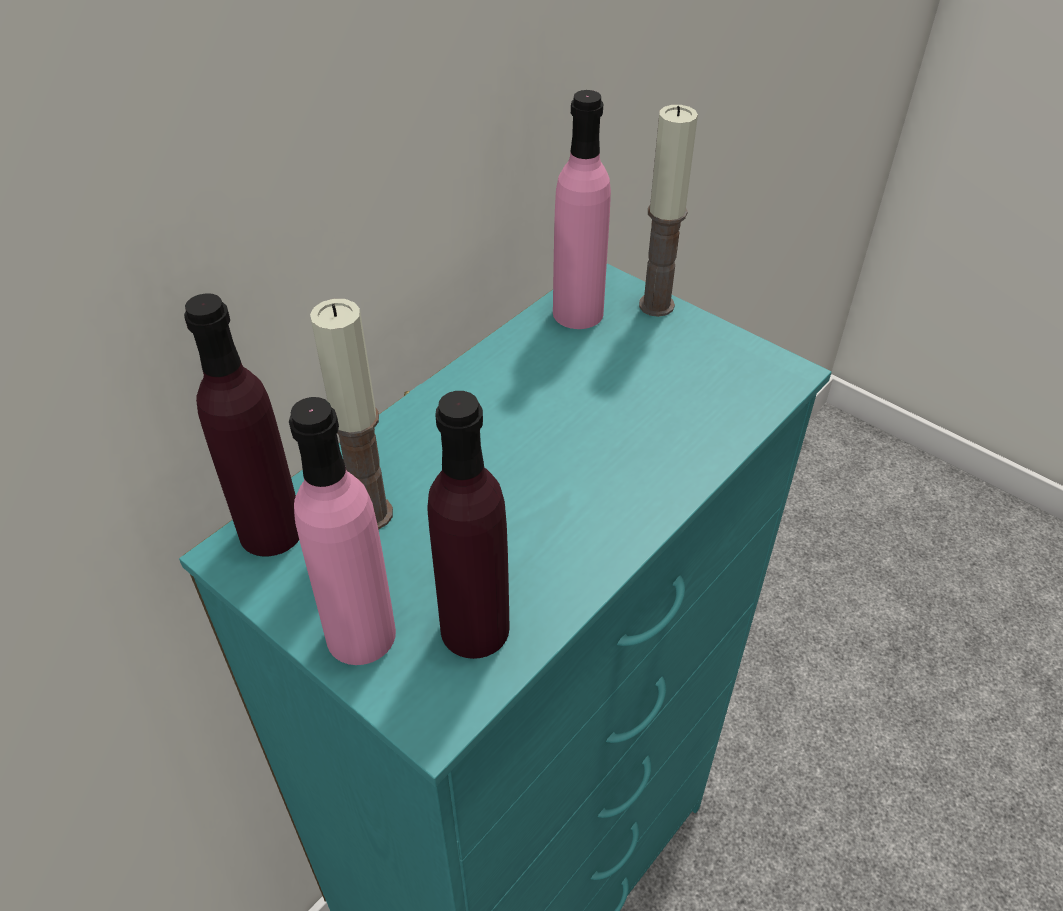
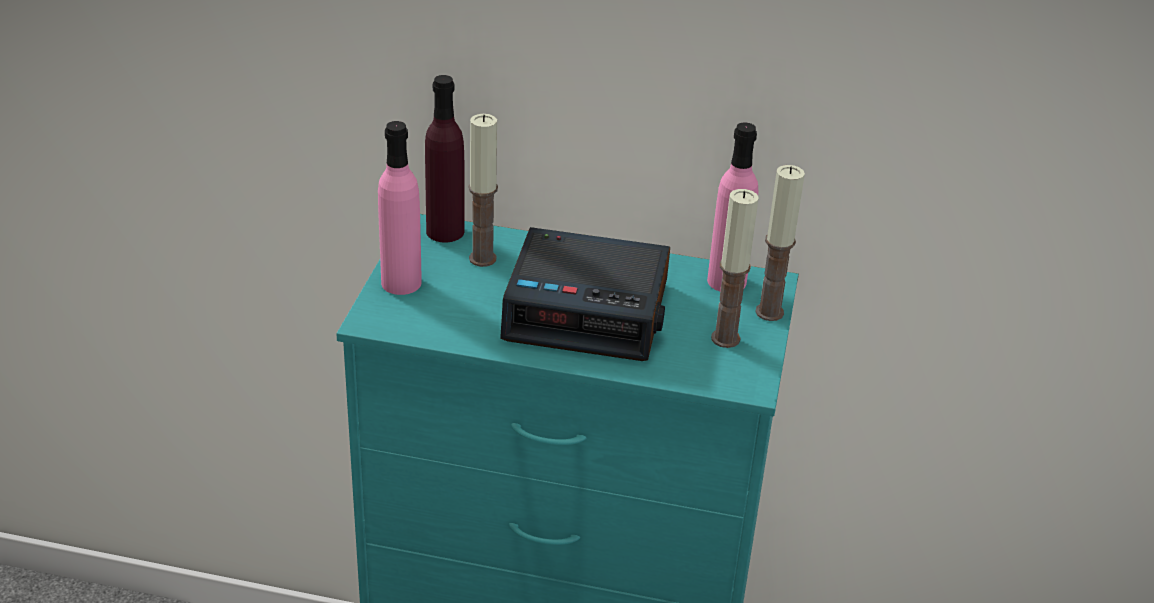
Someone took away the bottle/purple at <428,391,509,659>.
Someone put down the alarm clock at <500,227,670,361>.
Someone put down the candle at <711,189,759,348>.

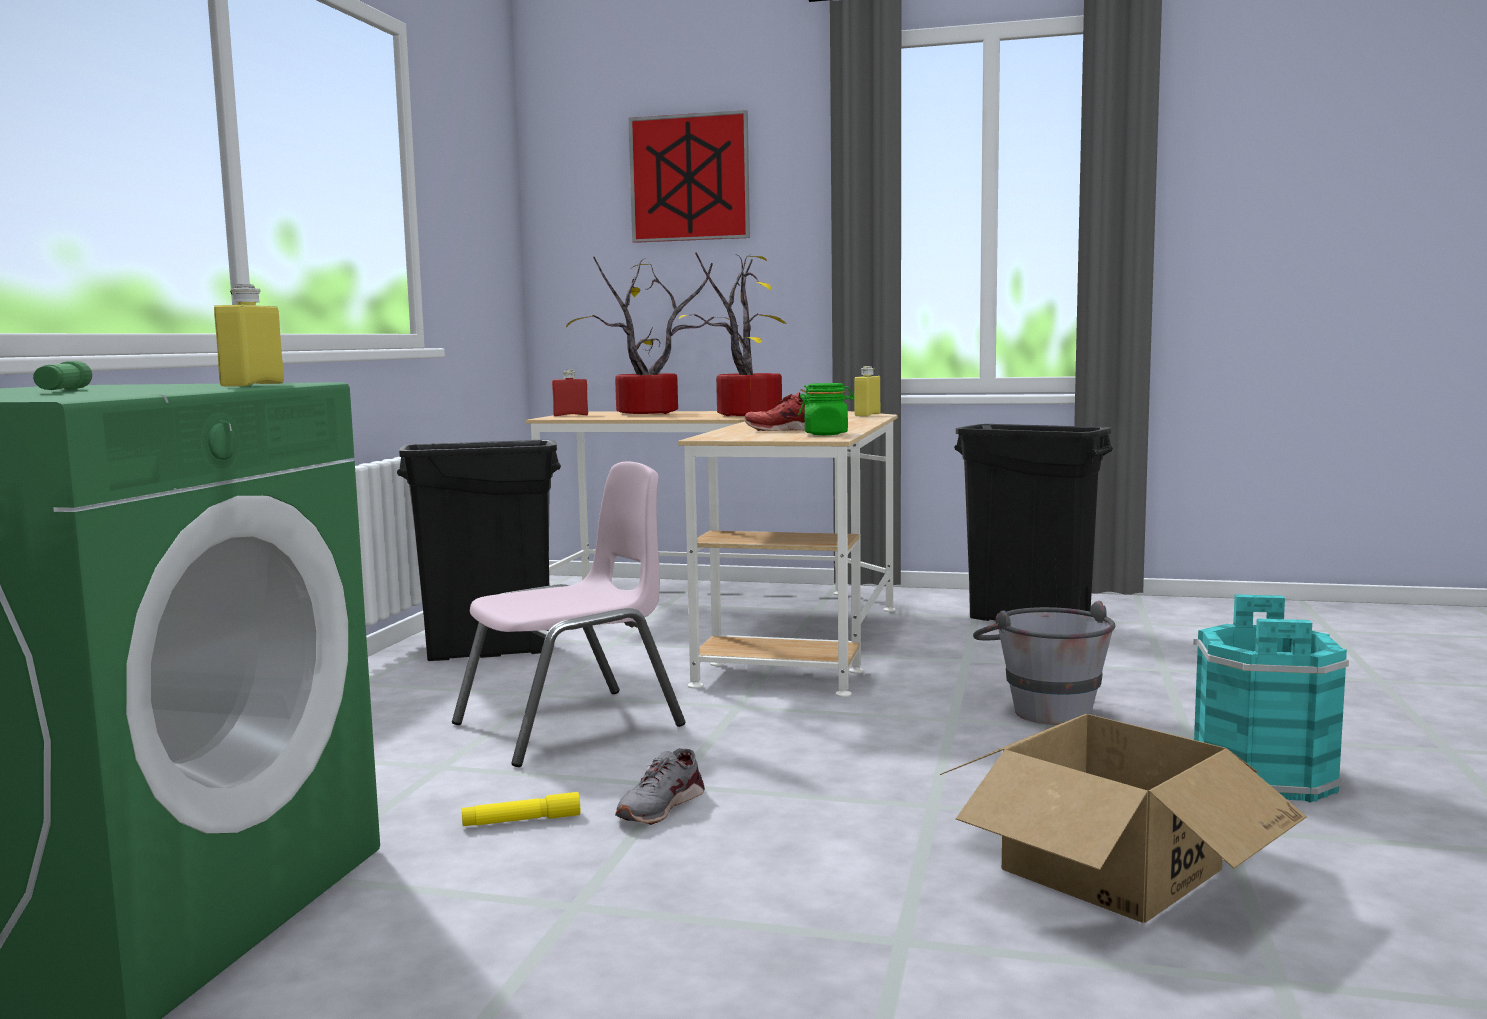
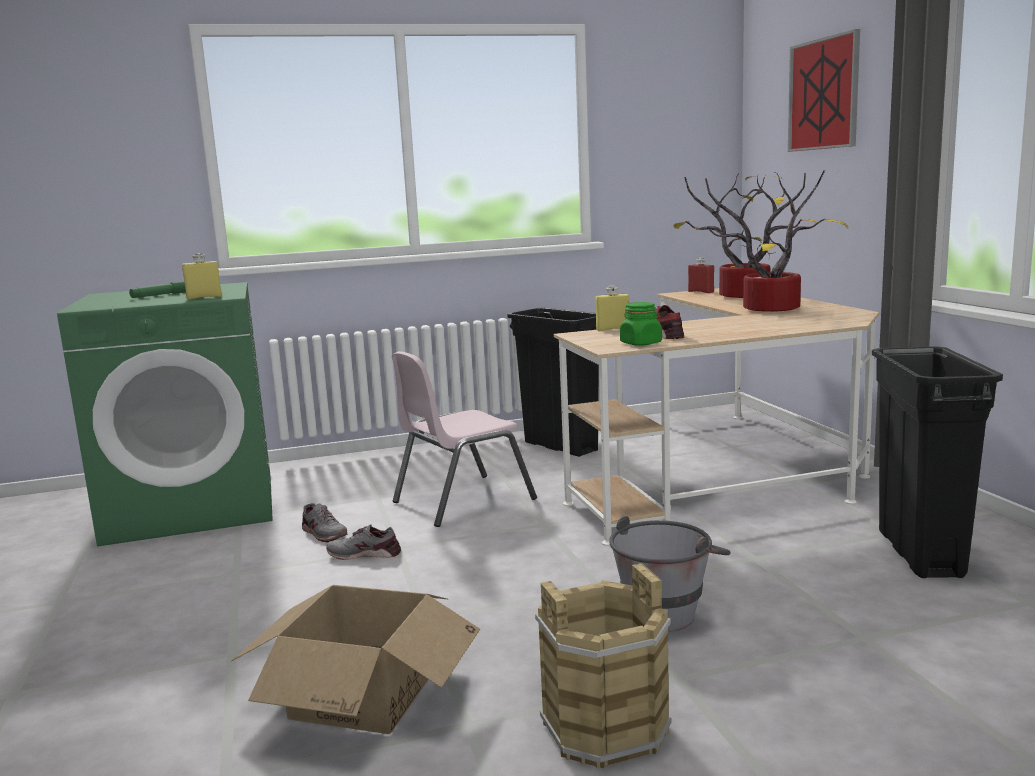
Someone rotated the chair/pink at <452,462,685,767> by 120 degrees clockwise.
Someone swapped the flashlight/yellow at <462,792,580,826> for the shoe/grey at <302,503,348,542>.
Someone carried the bottle/yellow from <854,366,881,416> to <595,286,629,331>.
Someone repainted the bucket/turquoise at <1193,594,1349,803>, which became the bucket/brown at <535,563,671,768>.

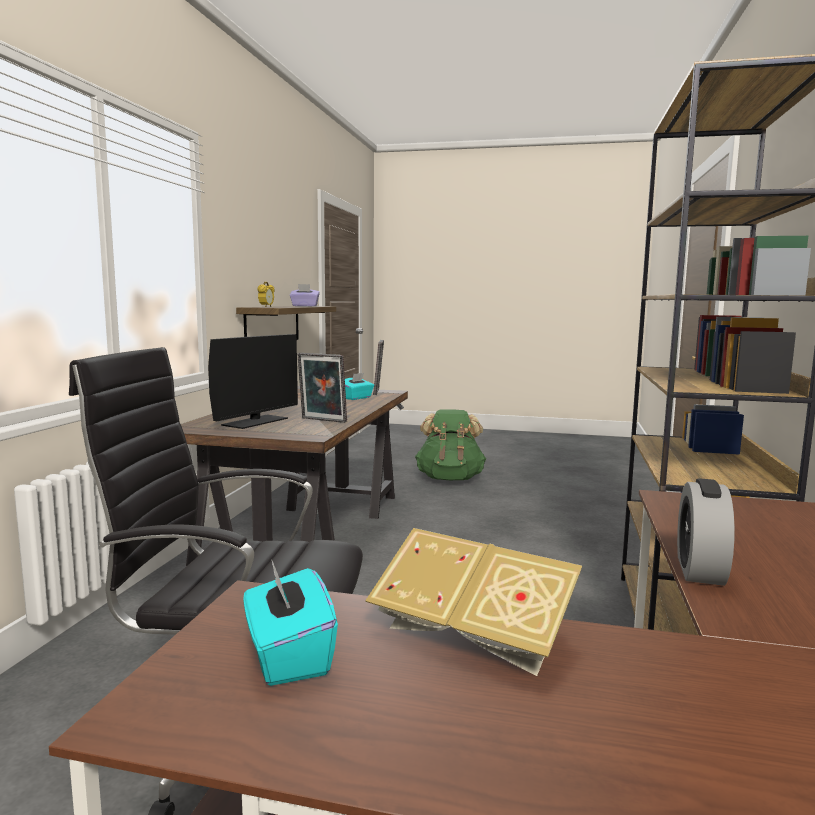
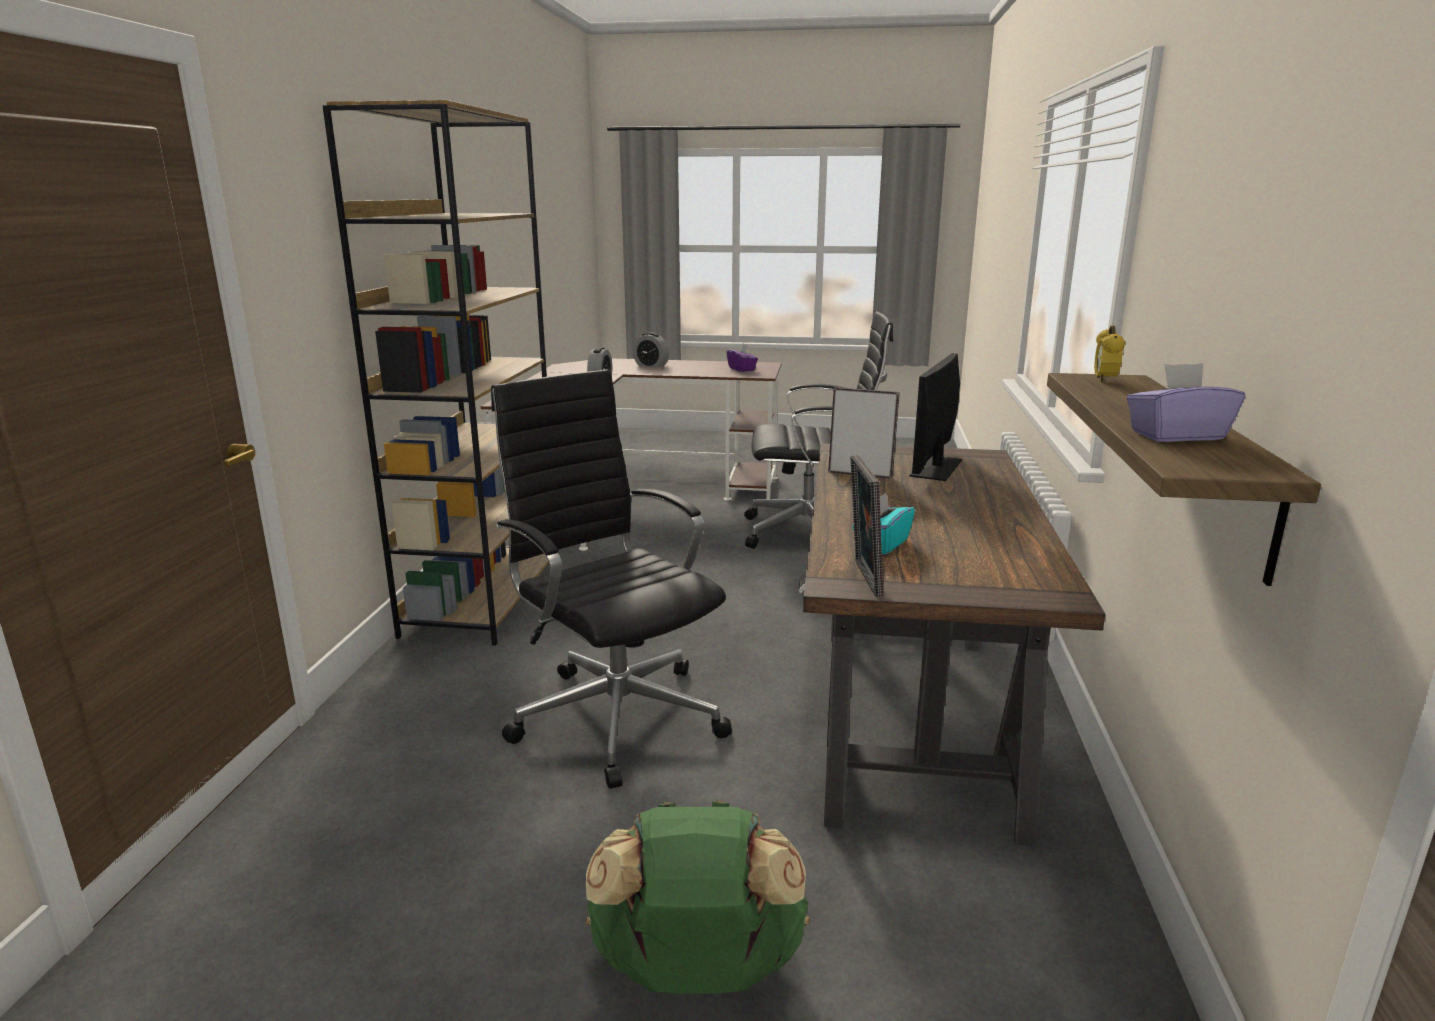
Someone repainted the tissue box/turquoise at <243,561,338,686>, which became the tissue box/purple at <726,344,758,372>.
Someone took away the book at <365,528,582,676>.
Someone put down the office chair/black at <491,369,732,789>.
Someone put down the alarm clock at <633,332,669,368>.

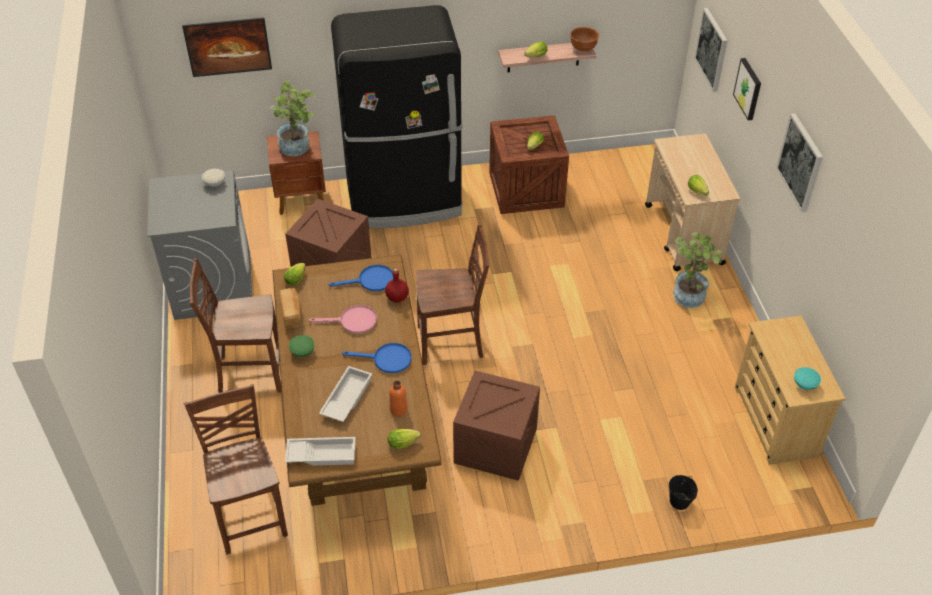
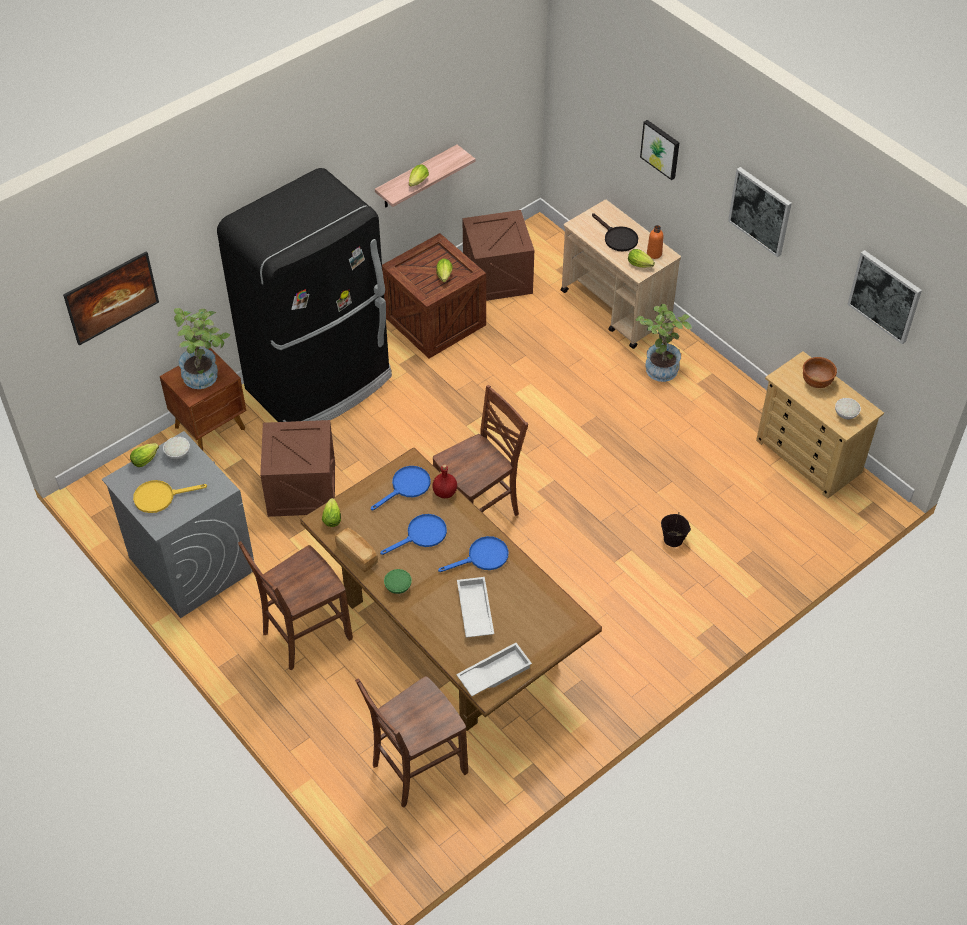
Someone rotated the chair/brown at <184,384,288,554> by 75 degrees counterclockwise.
Someone repainted the frying pan/pink at <309,305,377,334>, which became the frying pan/blue at <380,514,447,555>.
Someone carried the lettuce from <388,429,421,449> to <130,443,159,467>.
Someone carried the bottle/orange from <389,381,408,416> to <647,225,663,259>.
Someone carried the crate from <453,371,540,481> to <462,210,534,301>.
Someone carried the bowl/brown from <570,27,599,51> to <803,357,837,388>.
Someone carried the bucket/black from <669,475,698,510> to <661,512,691,547>.
Someone carried the picture from <694,8,728,92> to <847,250,922,344>.
Someone repainted the bowl/turquoise at <794,367,821,390>, which became the bowl/white at <835,398,861,419>.
Someone put down the frying pan/yellow at <133,480,207,513>.
Someone put down the frying pan/black at <592,213,638,252>.

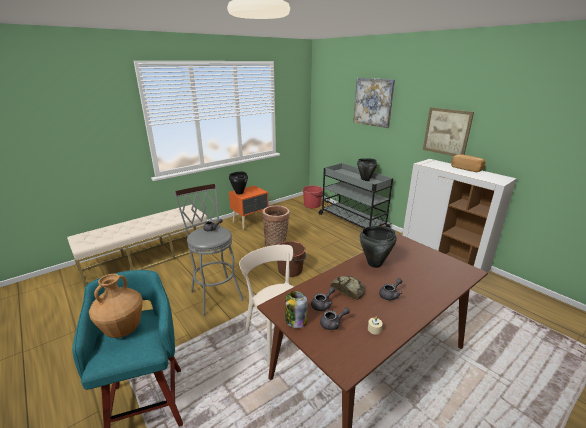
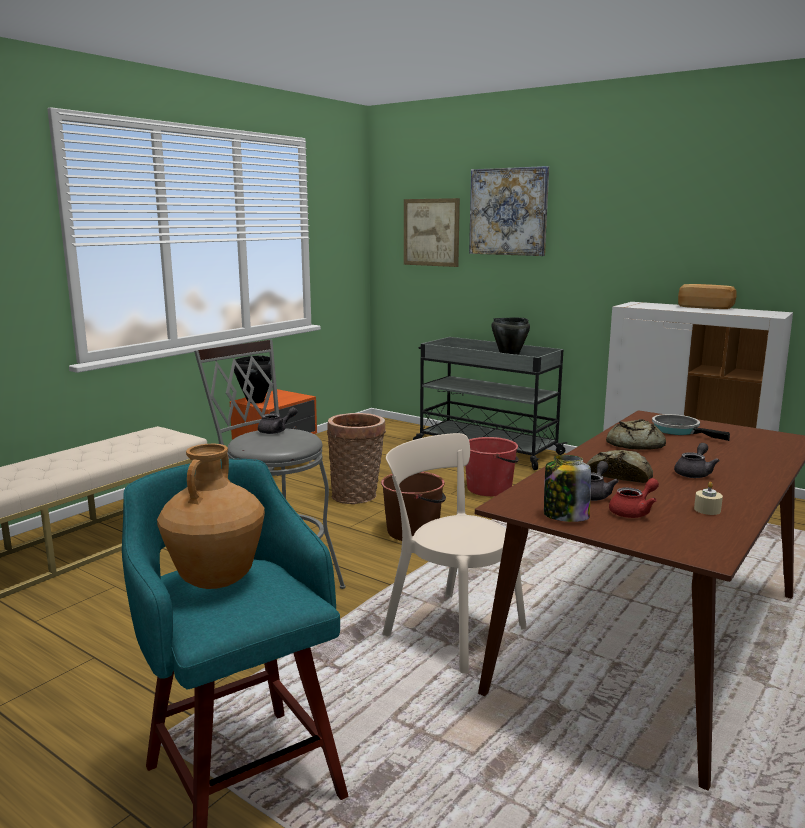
Someone carried the bucket/red from <302,185,323,208> to <466,437,519,496>.
Someone repainted the teapot/grey at <320,307,350,330>, which became the teapot/red at <609,478,659,518>.
Someone swapped the cooking pot/black at <360,226,397,268> for the bread at <606,419,666,450>.
Someone carried the picture from <423,107,474,156> to <404,198,460,267>.
Someone put down the frying pan at <652,414,730,441>.

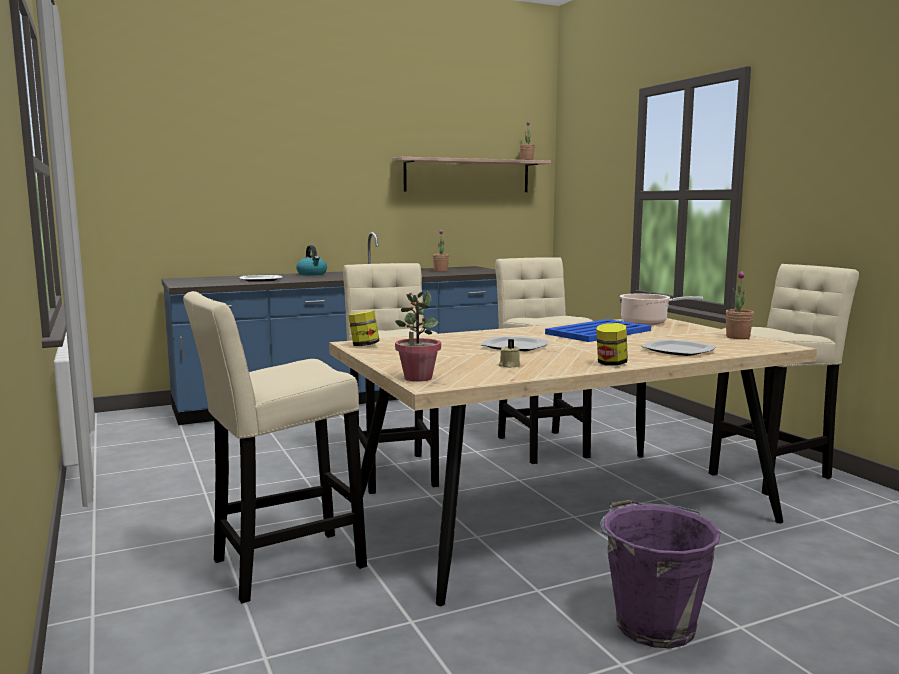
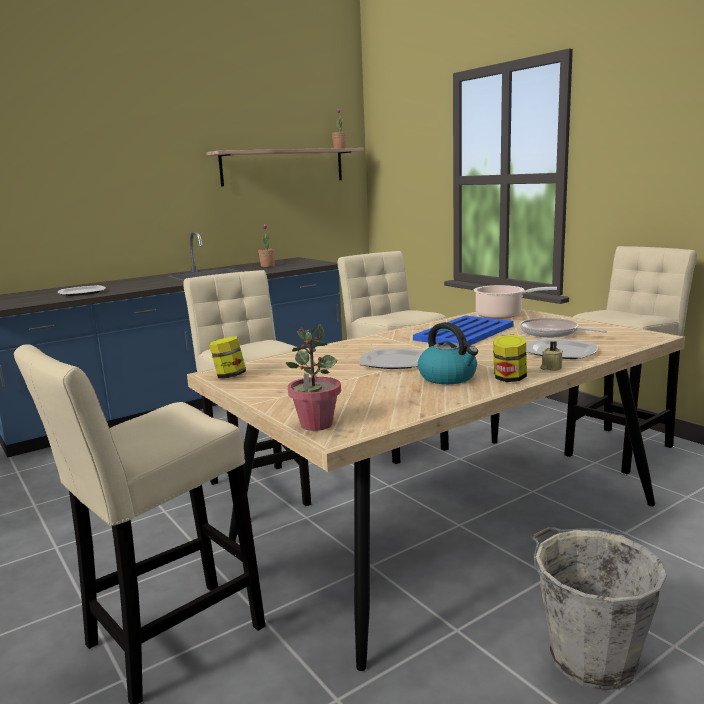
Someone carried the kettle from <296,245,327,275> to <418,322,478,384>.
Someone carried the candle/beige from <499,339,520,368> to <540,341,563,371>.
Someone repainted the bucket/purple at <599,500,721,648>, which became the bucket/grey at <532,527,667,691>.
Someone took away the potted plant at <725,271,754,339>.
Someone put down the frying pan at <519,318,607,337>.

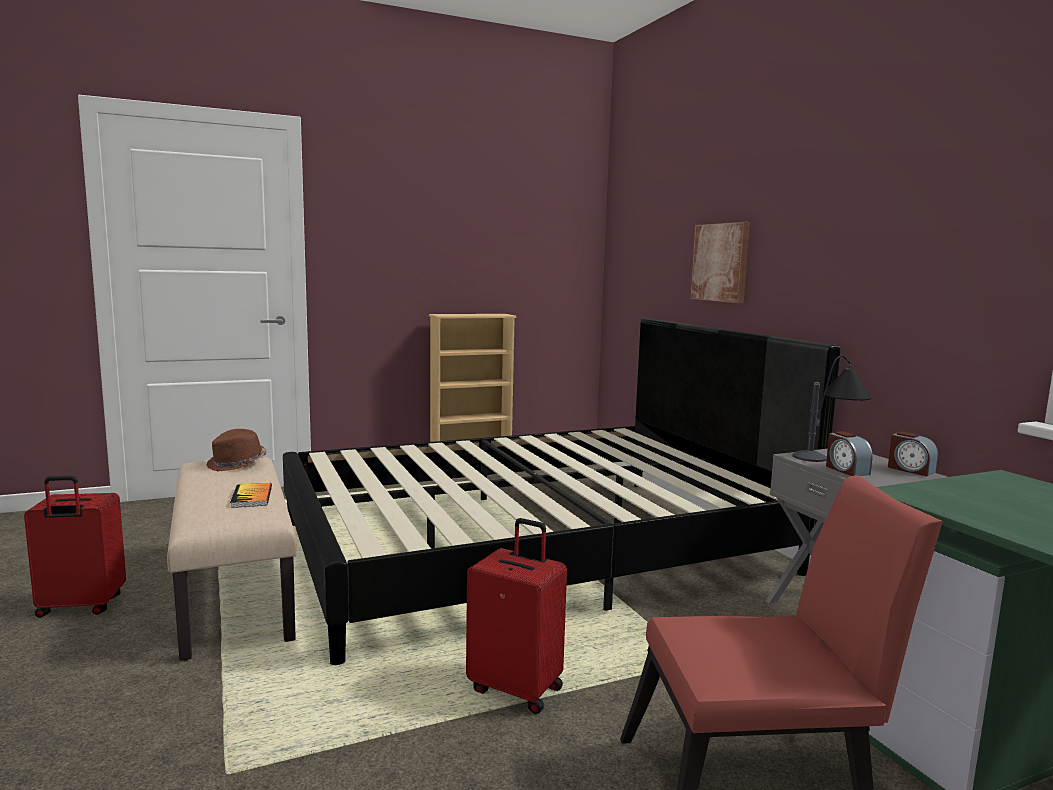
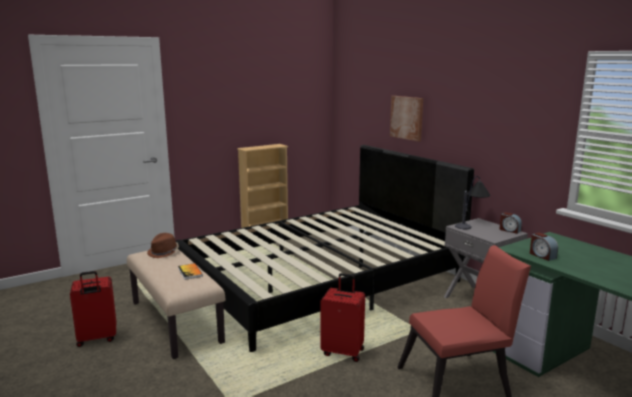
Someone carried the alarm clock from <826,431,873,476> to <530,233,558,261>.

